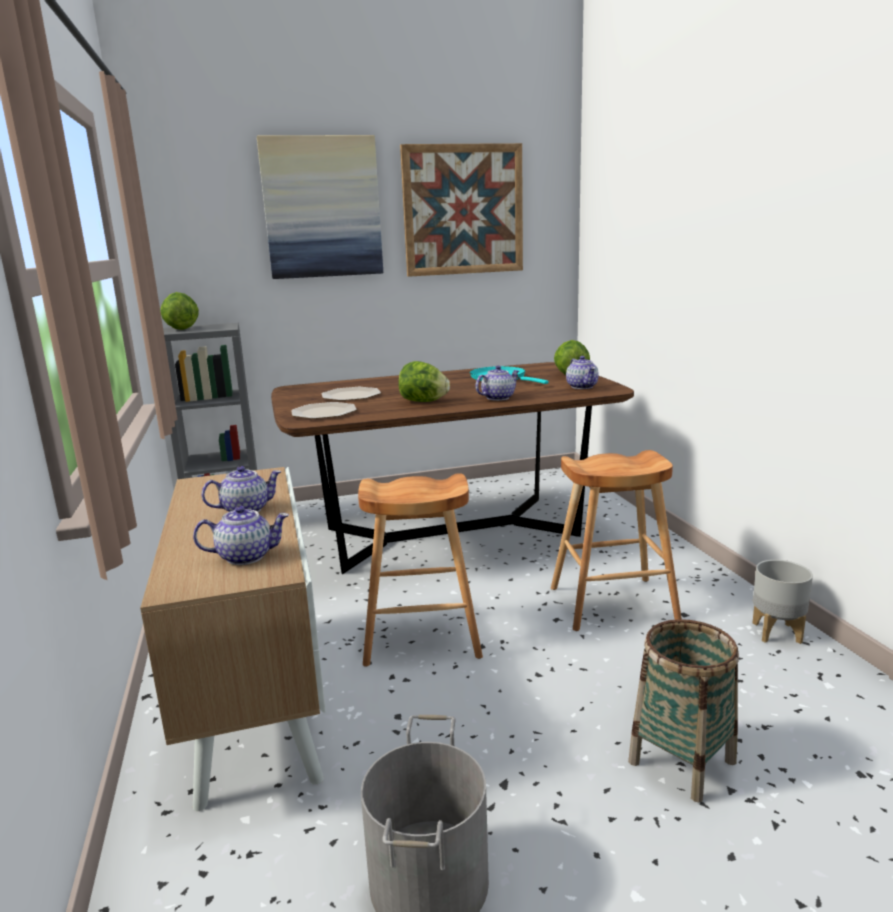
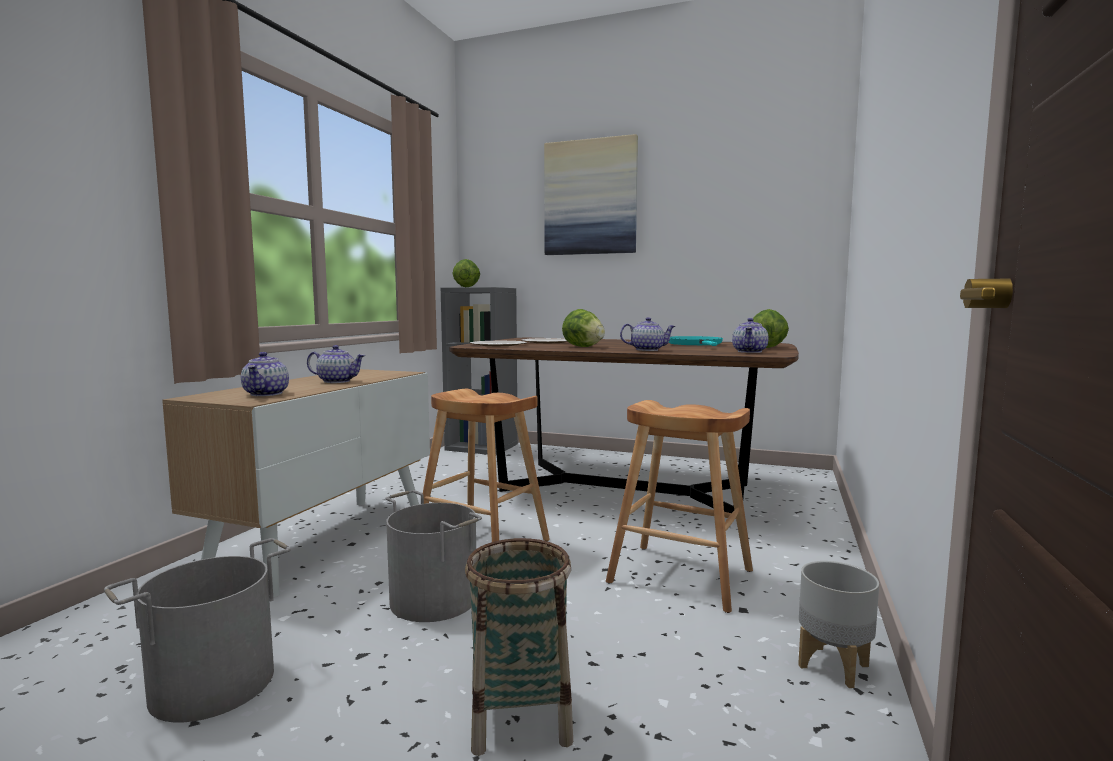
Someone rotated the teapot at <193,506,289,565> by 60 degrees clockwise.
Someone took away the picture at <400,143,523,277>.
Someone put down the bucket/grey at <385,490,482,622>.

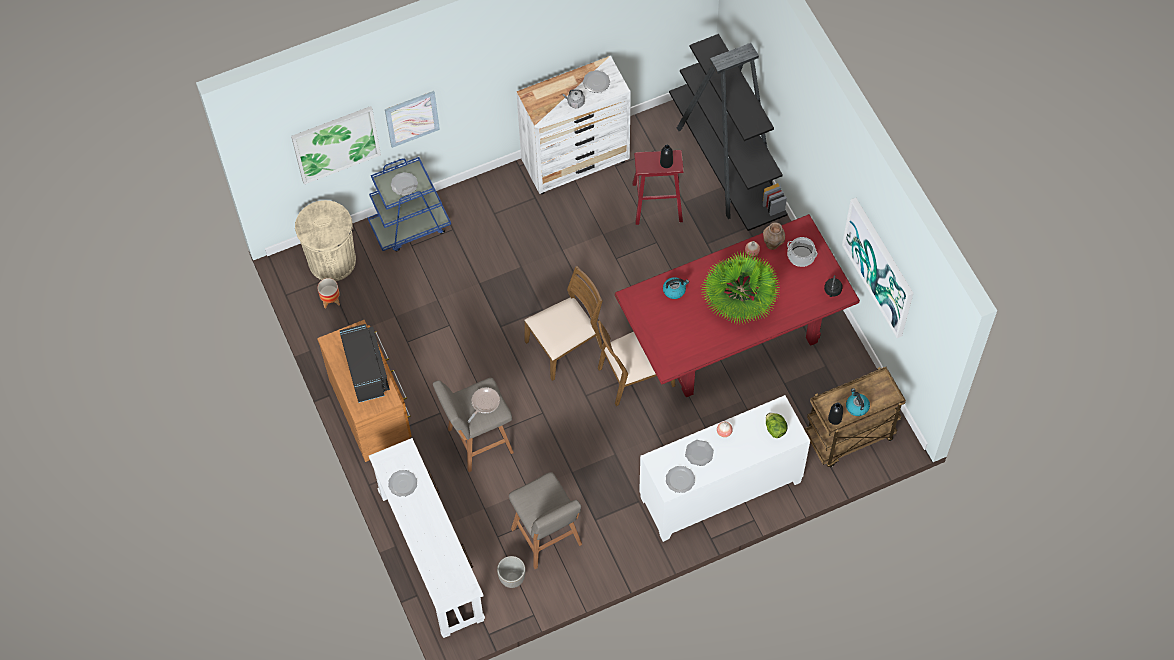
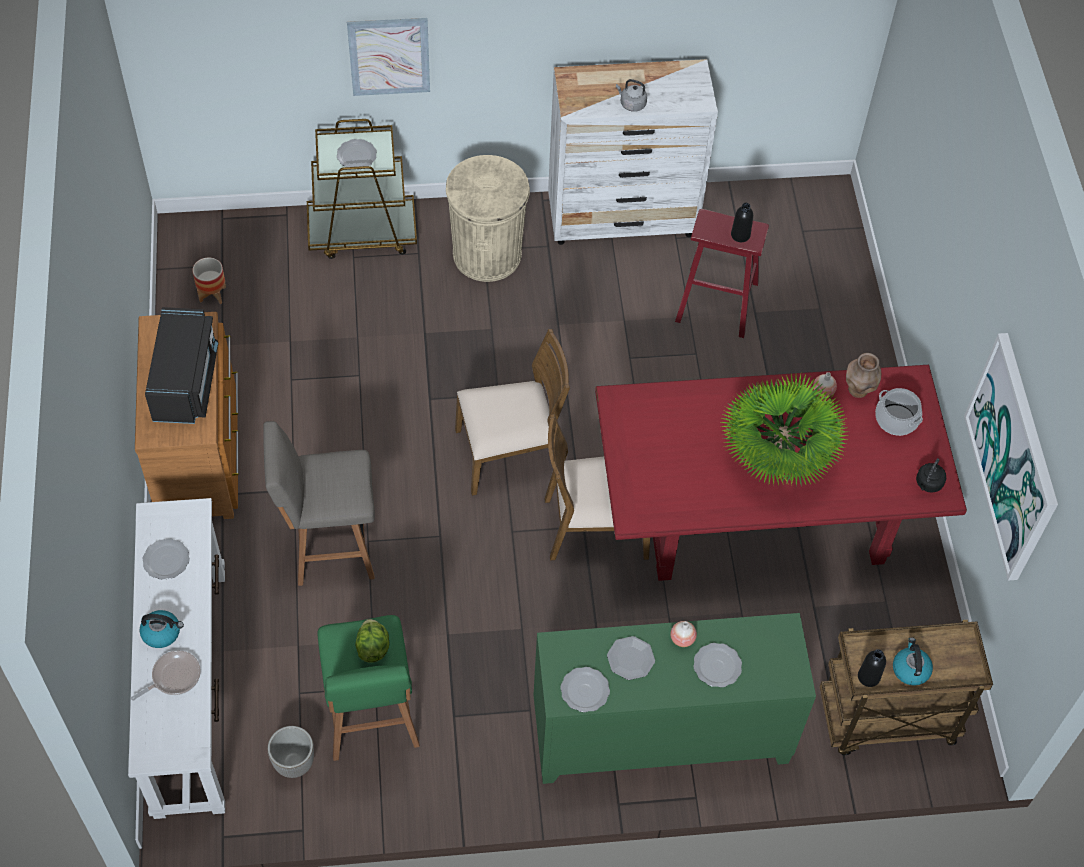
Someone took away the picture at <291,106,381,184>.
Someone carried the trash can/beige from <295,200,356,281> to <446,155,530,282>.
Someone repainted the cart/blue at <367,157,451,251>, which became the cart/brown at <307,119,417,259>.
Someone carried the frying pan from <468,387,500,423> to <131,650,201,701>.
Someone repainted the stool/grey at <509,472,582,569>, which became the stool/green at <317,615,420,761>.
Someone carried the plate from <583,70,610,93> to <693,643,742,688>.
Someone repainted the cabinet/white at <639,395,810,542>, which became the cabinet/green at <534,613,816,784>.
Someone carried the kettle from <663,277,689,299> to <140,610,184,648>.
Someone took away the bookcase/black at <669,34,788,231>.
Someone carried the lettuce from <766,413,788,438> to <355,619,390,663>.

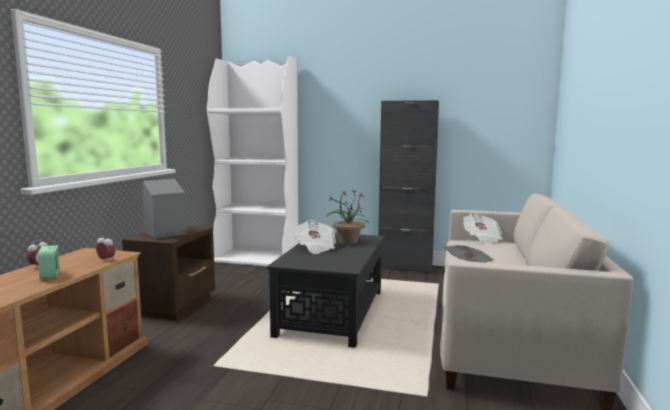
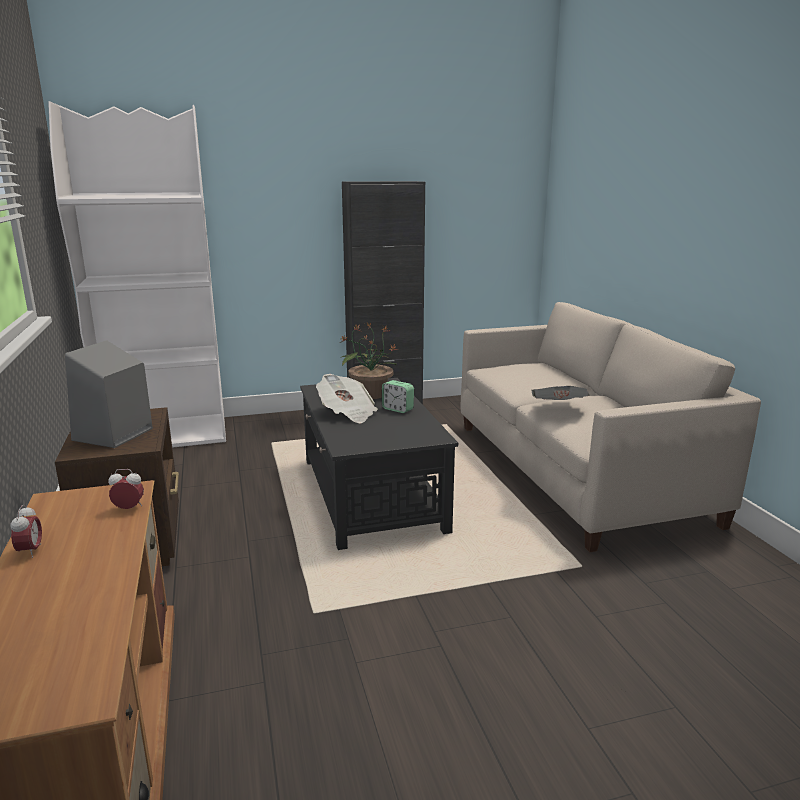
Someone carried the alarm clock from <38,245,59,280> to <382,380,414,413>.
Someone took away the newspaper at <463,213,503,244>.

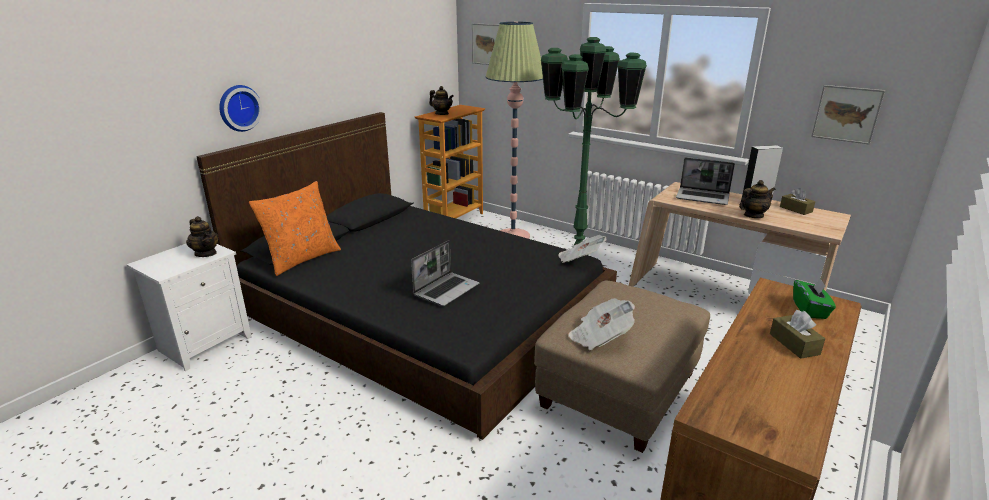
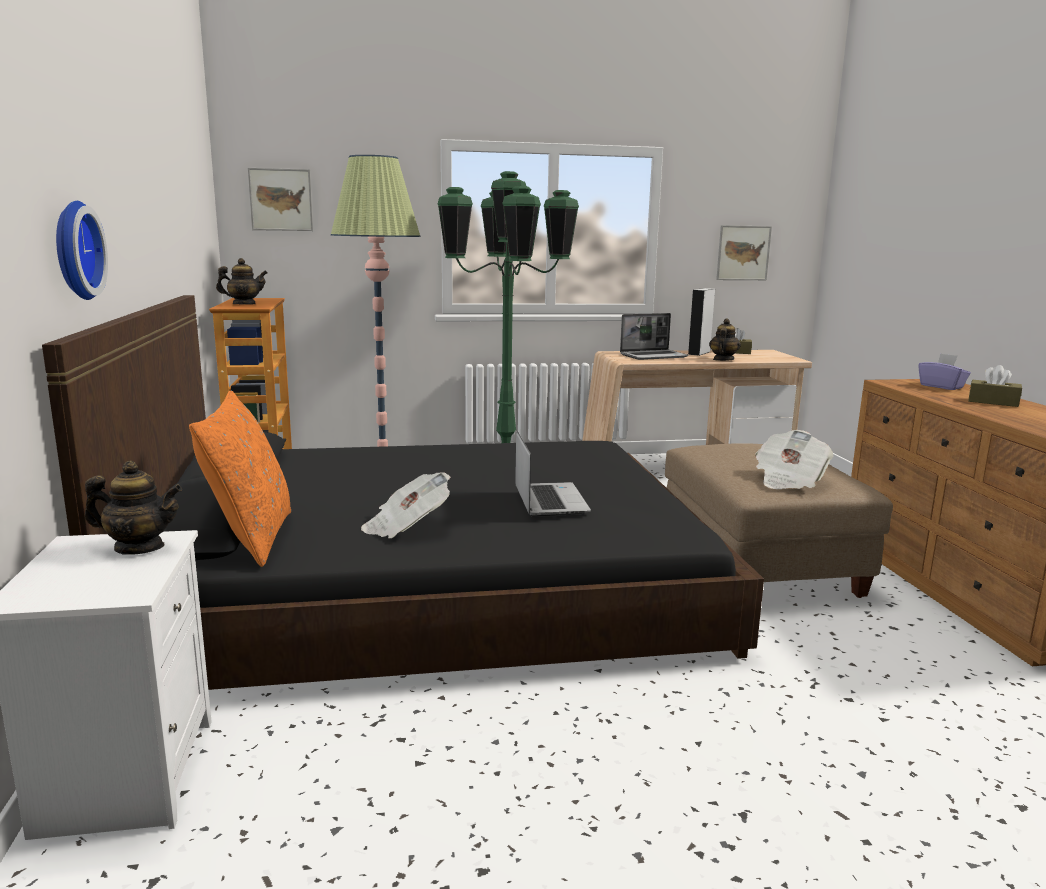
Someone carried the newspaper from <558,235,606,263> to <361,472,451,538>.
Someone repainted the tissue box/green at <793,278,836,319>, which became the tissue box/purple at <918,353,971,390>.

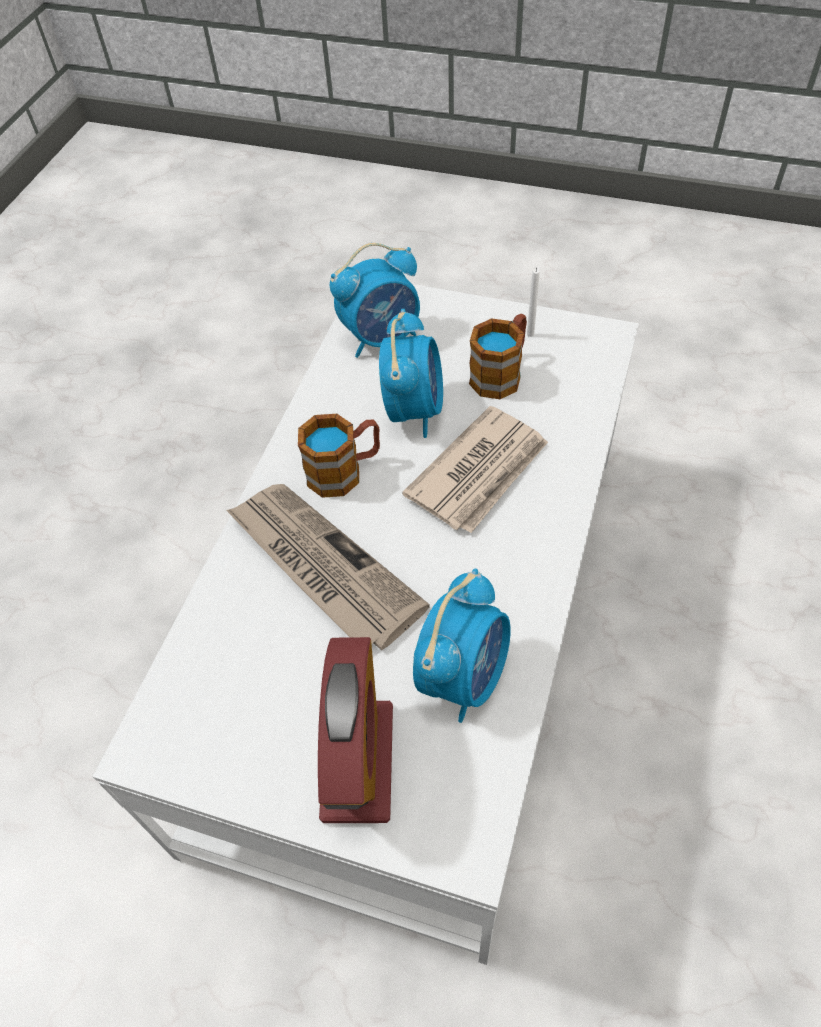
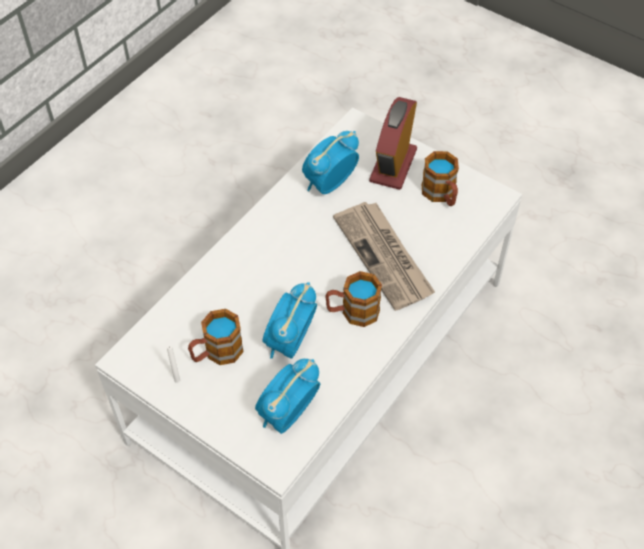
Someone rotated the alarm clock at <330,243,420,358> by 45 degrees counterclockwise.
Someone took away the newspaper at <402,406,548,533>.
Someone put down the mug at <421,151,459,206>.

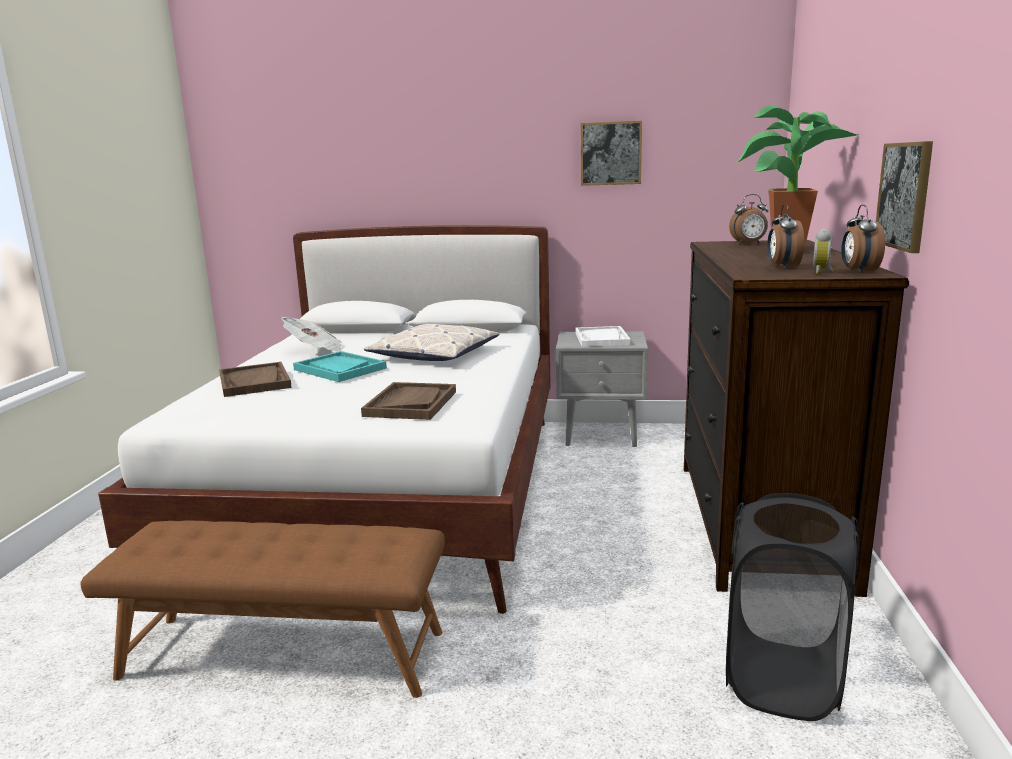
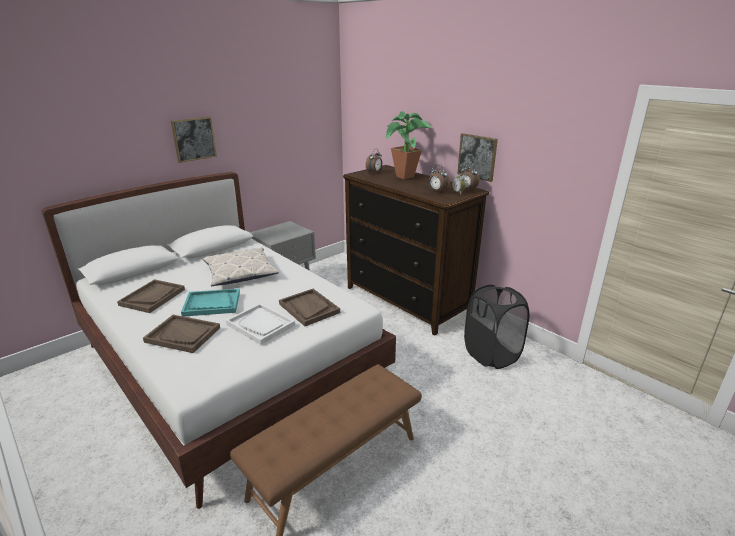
Someone swapped the newspaper at <281,317,342,352> for the tray/brown at <117,279,185,313>.
Someone carried the tray/white from <575,326,631,347> to <226,303,295,345>.
Someone carried the picture from <581,121,642,186> to <171,117,217,163>.

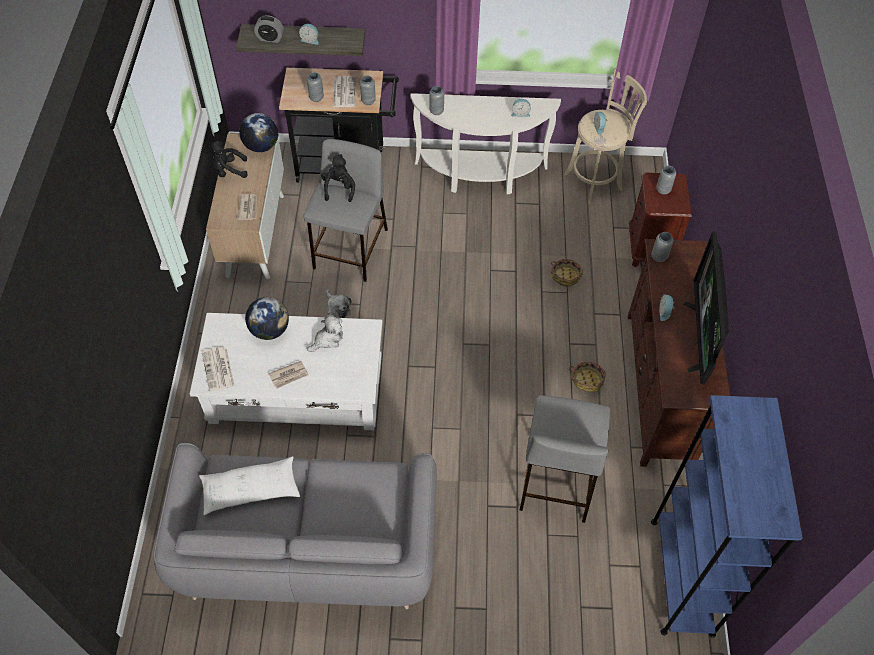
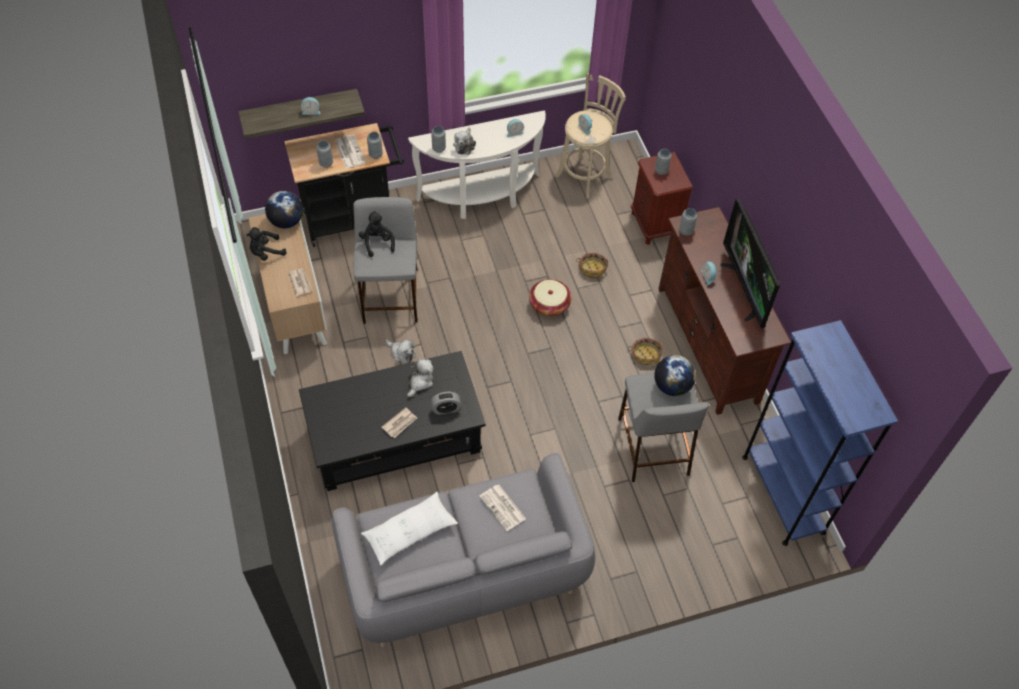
Someone repainted the coffee table/white at <190,313,382,430>, which became the coffee table/black at <299,351,486,491>.
Someone carried the newspaper from <202,347,235,392> to <479,485,526,532>.
Someone carried the globe from <245,297,289,340> to <654,355,696,396>.
Someone carried the alarm clock from <254,15,284,43> to <431,392,461,415>.
Someone put down the plush toy at <453,128,476,155>.
Someone put down the basket at <529,279,572,316>.

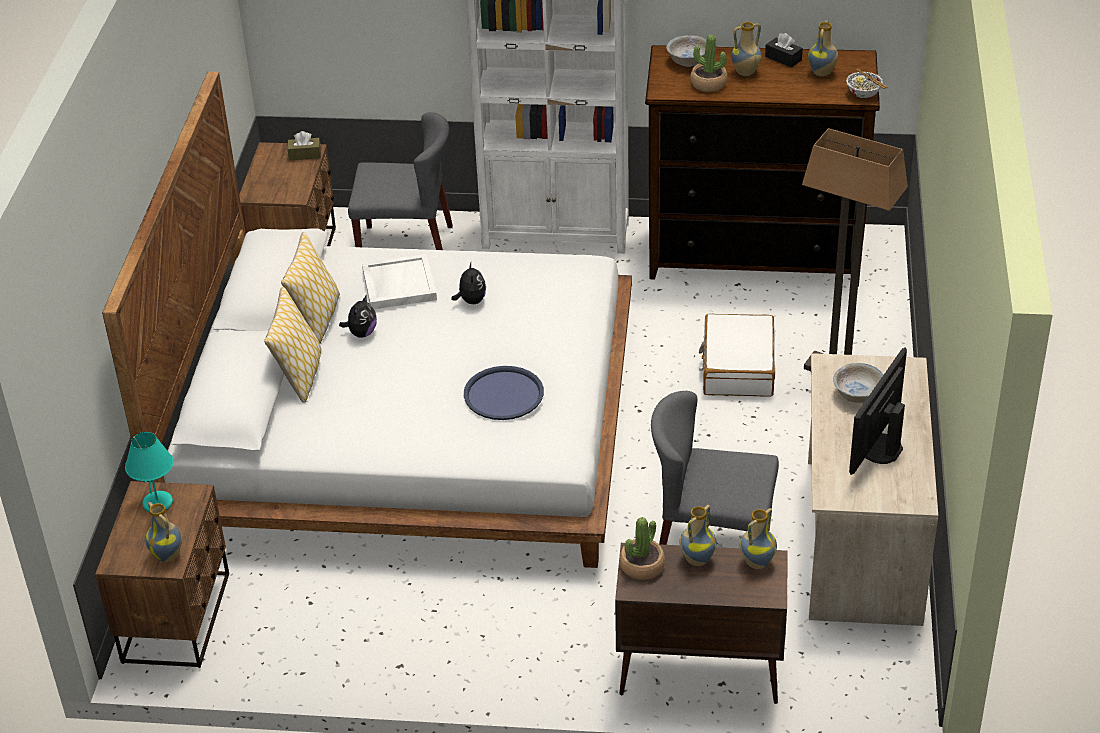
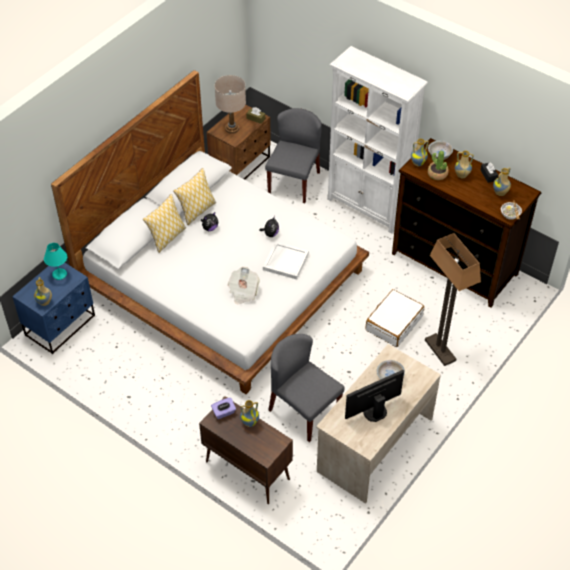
Someone repainted the nightstand/brown at <95,481,229,668>, which became the nightstand/blue at <12,263,95,354>.
Someone rotated the chair/grey at <348,112,453,250> by 105 degrees counterclockwise.
Someone carried the tray/white from <362,254,437,309> to <263,241,309,279>.
Someone swapped the tray/blue at <464,366,544,420> for the newspaper at <228,267,260,304>.
Someone swapped the potted plant at <619,517,665,580> for the tissue box/purple at <211,398,236,419>.
Someone carried the vase from <740,508,777,569> to <411,139,429,166>.
Someone put down the table lamp/beige at <215,75,246,134>.

